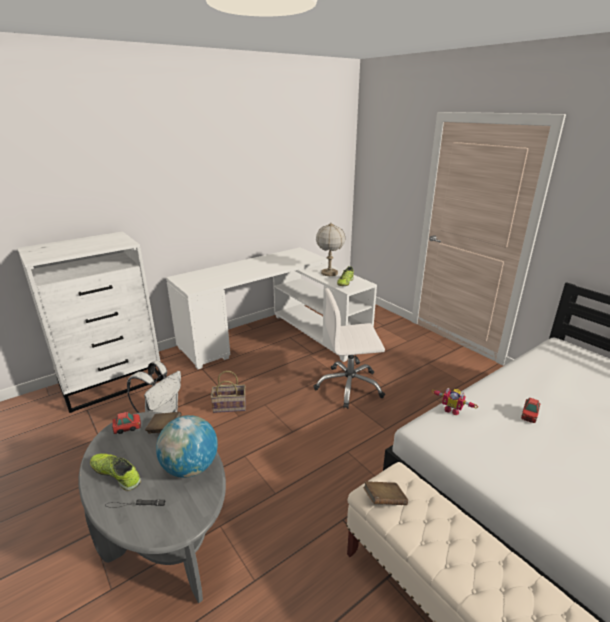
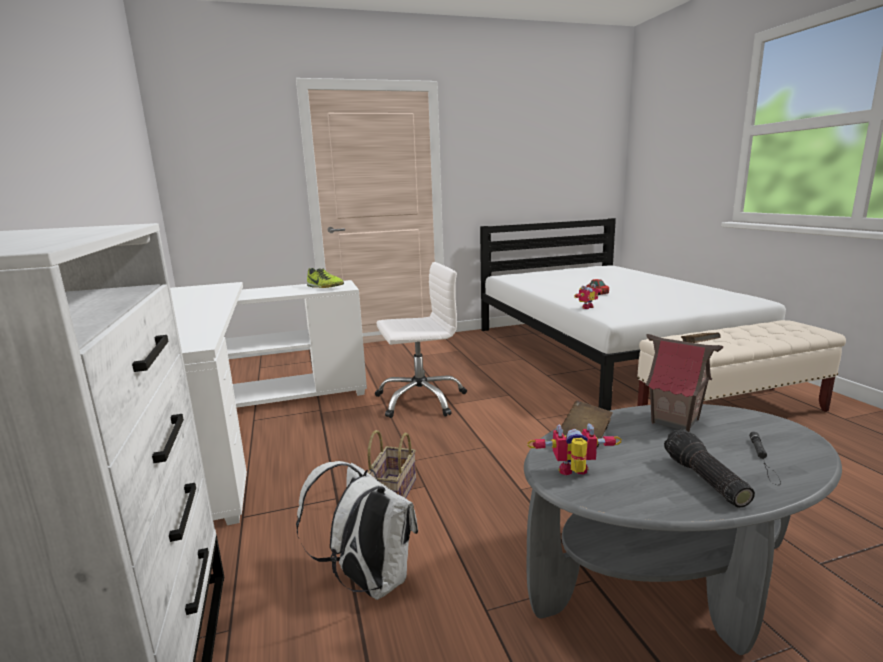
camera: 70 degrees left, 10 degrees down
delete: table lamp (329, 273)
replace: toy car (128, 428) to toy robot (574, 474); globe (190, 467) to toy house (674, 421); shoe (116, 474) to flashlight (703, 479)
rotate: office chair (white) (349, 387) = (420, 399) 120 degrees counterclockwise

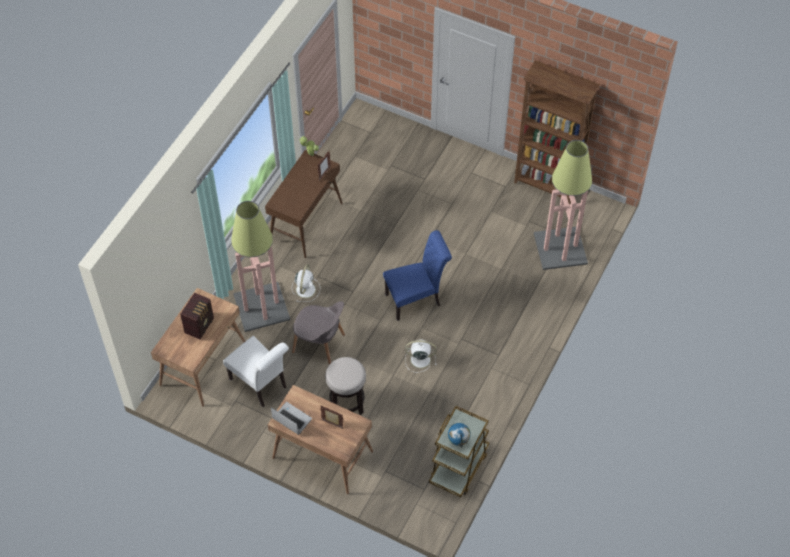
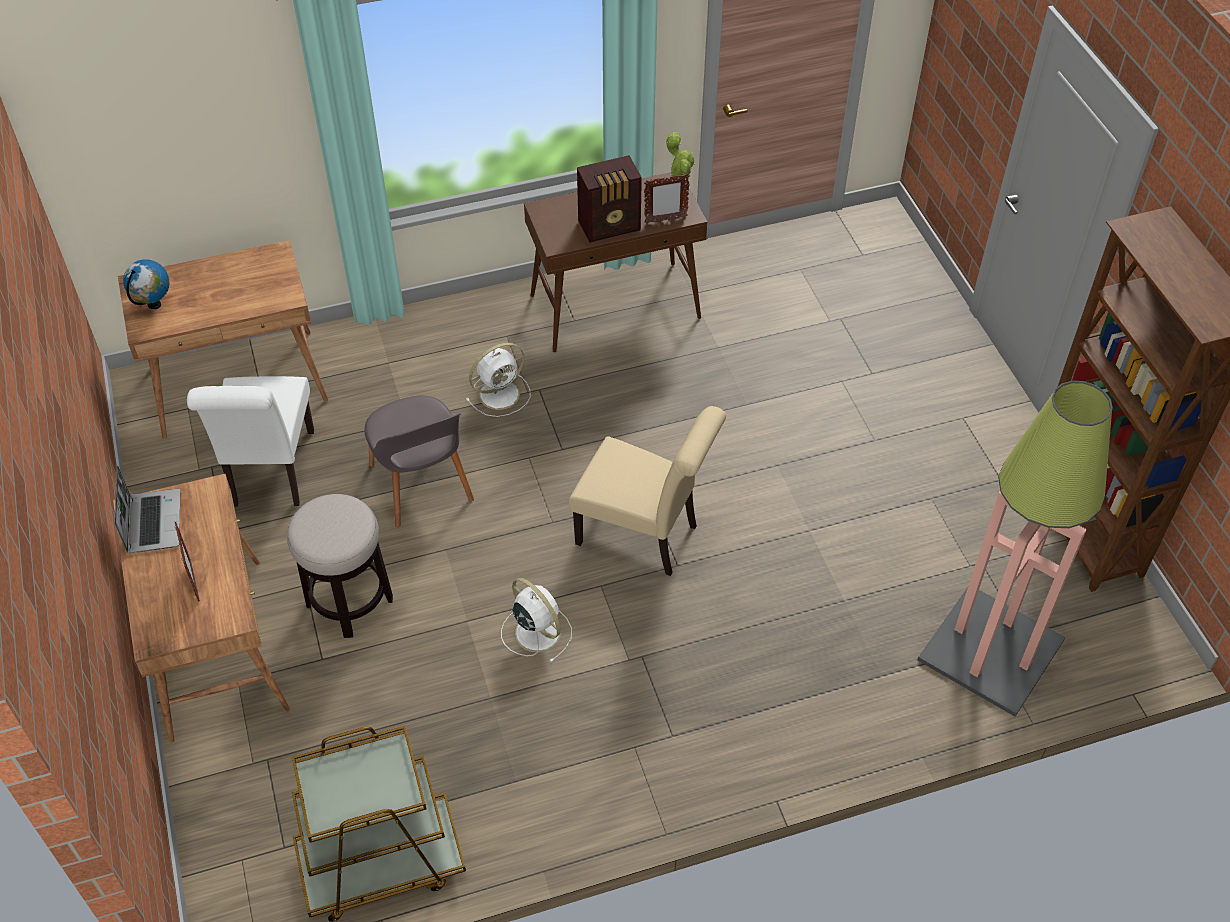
camera: 45 degrees right, 5 degrees down
delete: floor lamp (260, 306)
move: globe (458, 442) to (154, 305); radio (200, 325) to (611, 226)
recolor: chair (blue) (416, 299) to chair (beige) (644, 536)

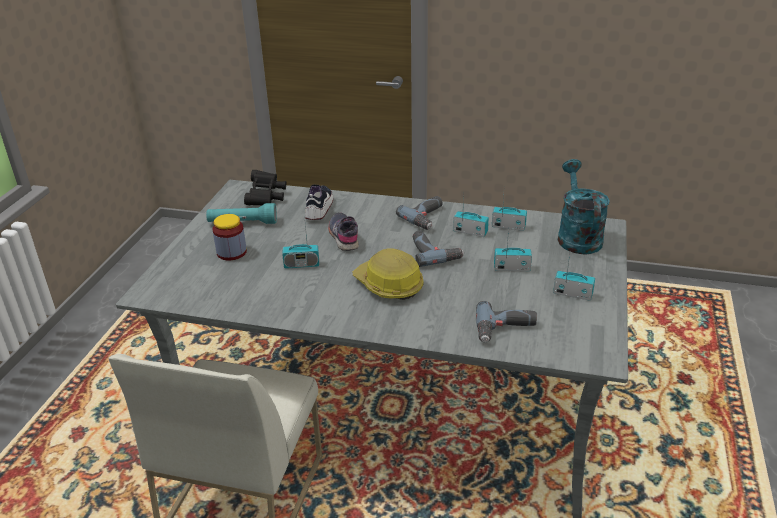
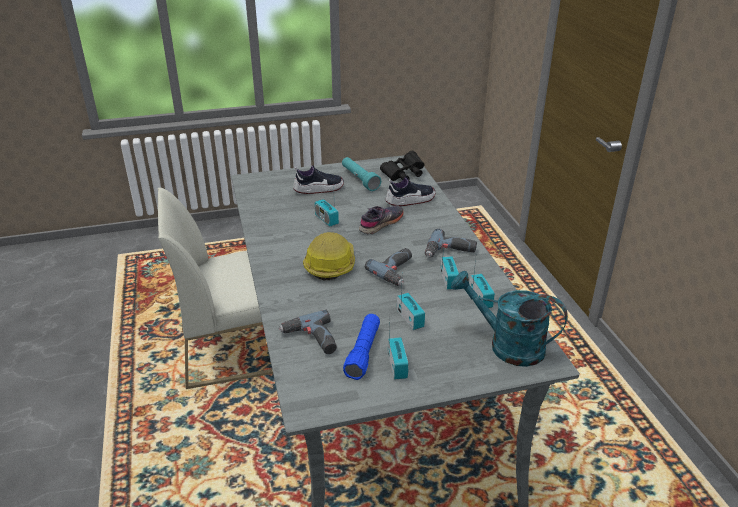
camera: 60 degrees right, 0 degrees up
insert: flashlight (blue) (363, 352)
replace: jar (231, 252) to shoe (318, 189)
rotate: watering can (turquoise) (577, 236) = (507, 345) 120 degrees counterclockwise

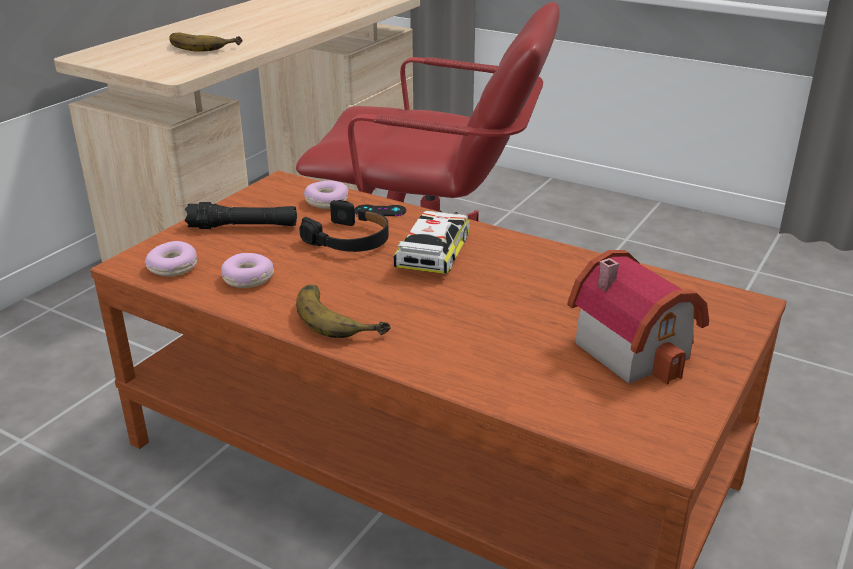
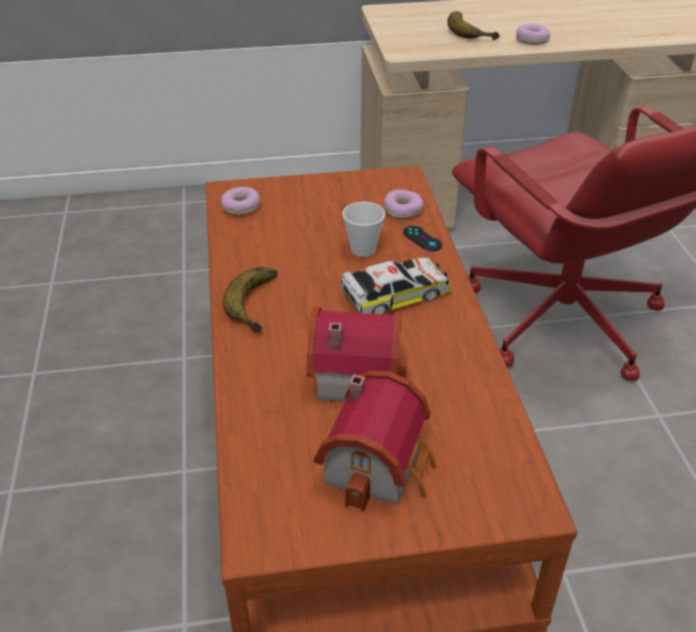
camera: 50 degrees right, 10 degrees up
delete: flashlight (black) (243, 227)
insert: toy house (353, 373)
move: donut (248, 279) to (531, 40)
replace: headphones (black) (349, 239) to cup (363, 249)

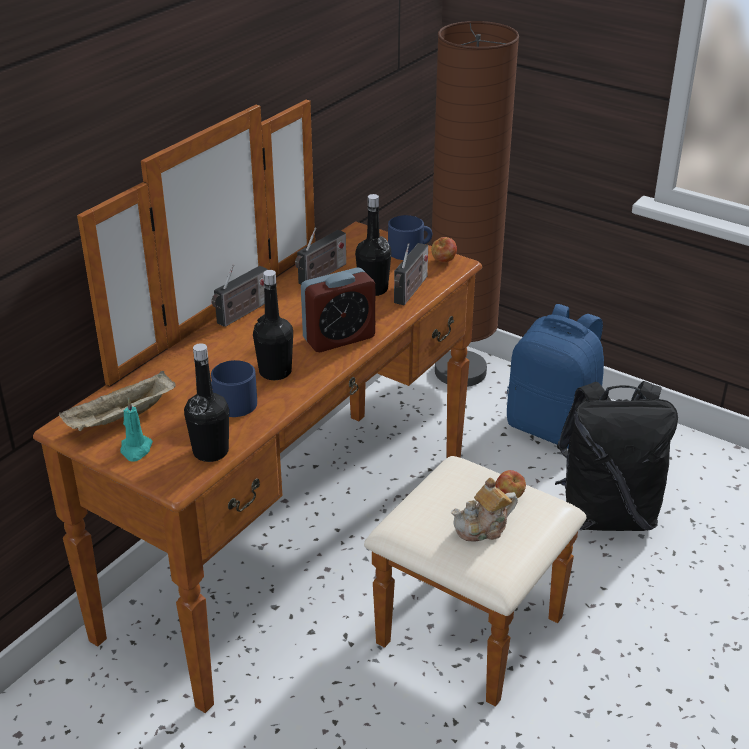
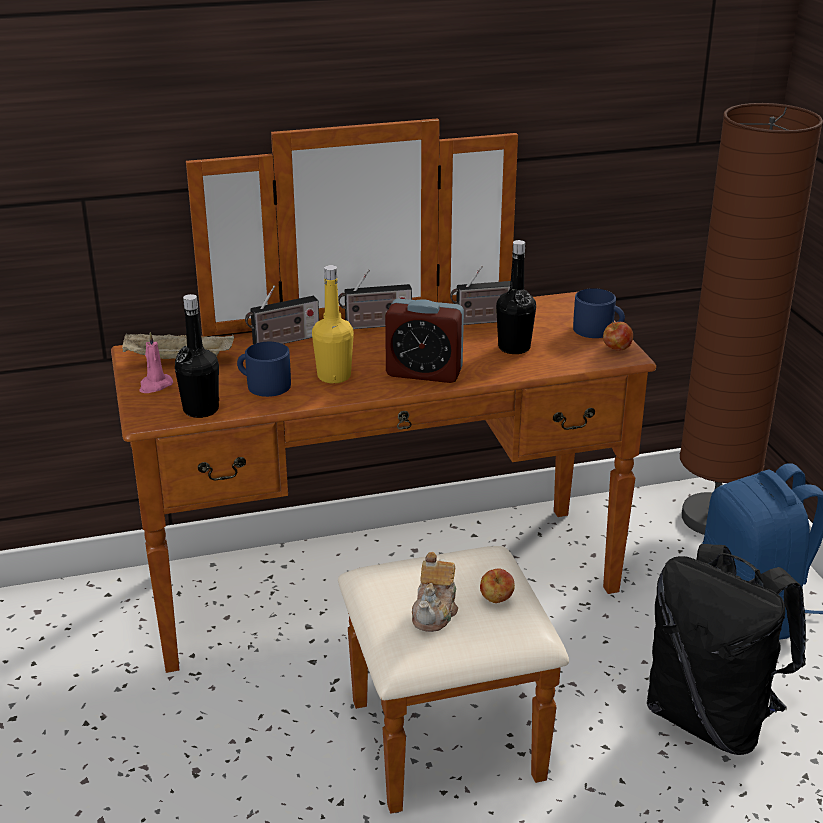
camera: 40 degrees right, 5 degrees down
move: radio (410, 291) to (283, 341)
recolor: candle (turquoise) (136, 449) to candle (pink) (155, 385); bottle (black) (275, 372) to bottle (yellow) (334, 376)
rotate: teapot (483, 528) = (435, 612) 90 degrees counterclockwise

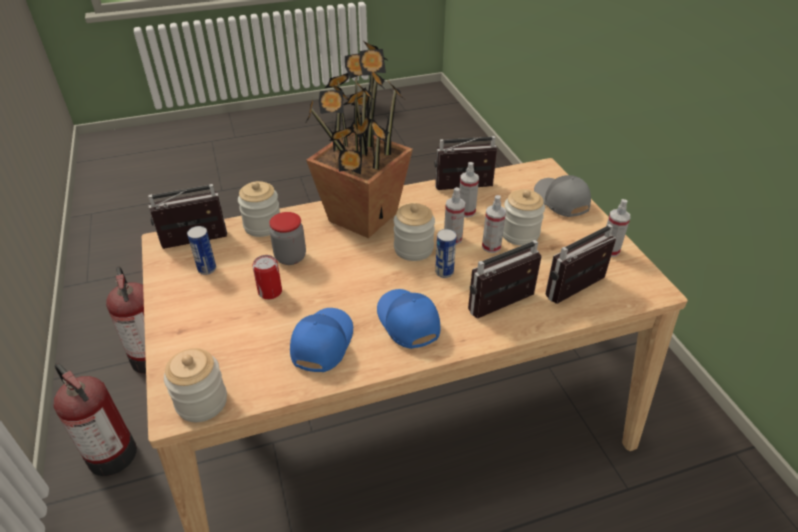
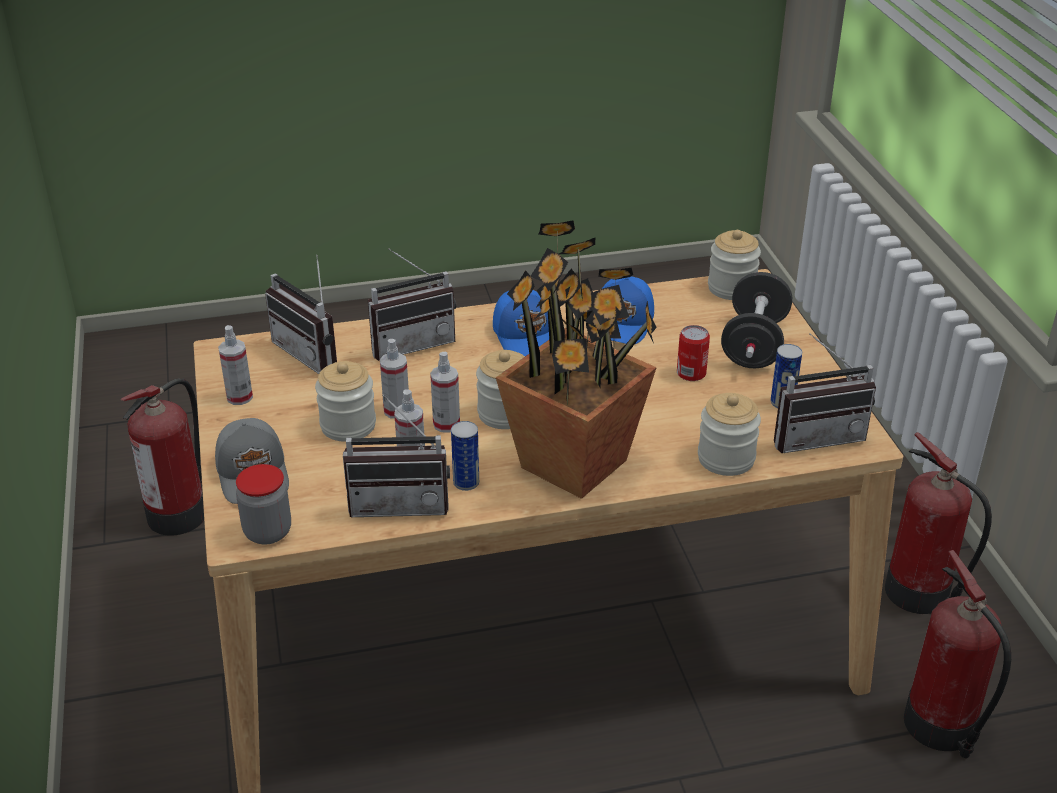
camera: 175 degrees left, 5 degrees down
insert: fire extinguisher (179, 513); dumbbell (black) (754, 344)
move: jar (290, 257) to (268, 532); can (444, 272) to (466, 483)
rotate: radio (580, 293) = (314, 353) 75 degrees clockwise

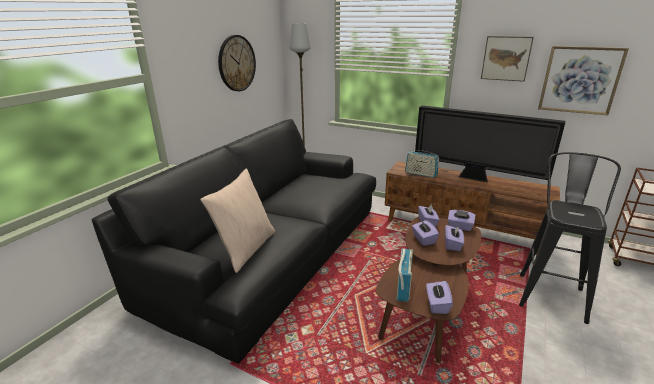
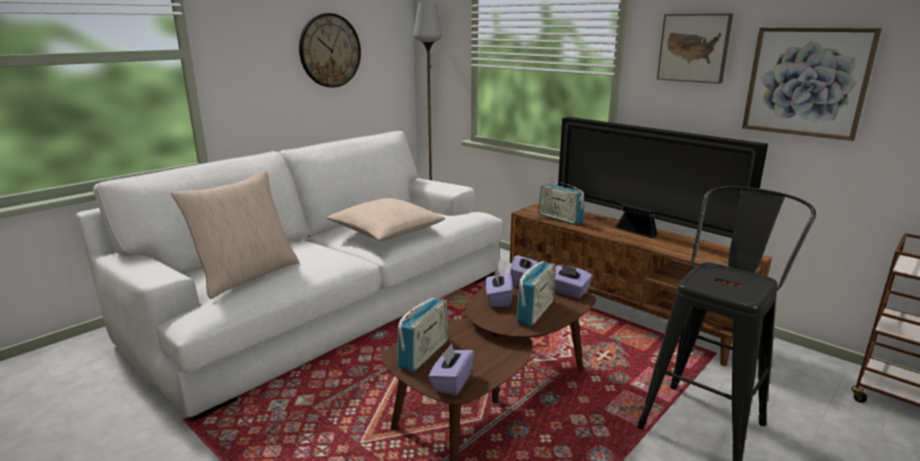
camera: 15 degrees right, 5 degrees down
insert: pillow (beige) (387, 231)
replace: tissue box (purple) (452, 244) to radio (535, 312)
recolor: sofa (black) (270, 252) to sofa (white) (327, 303)

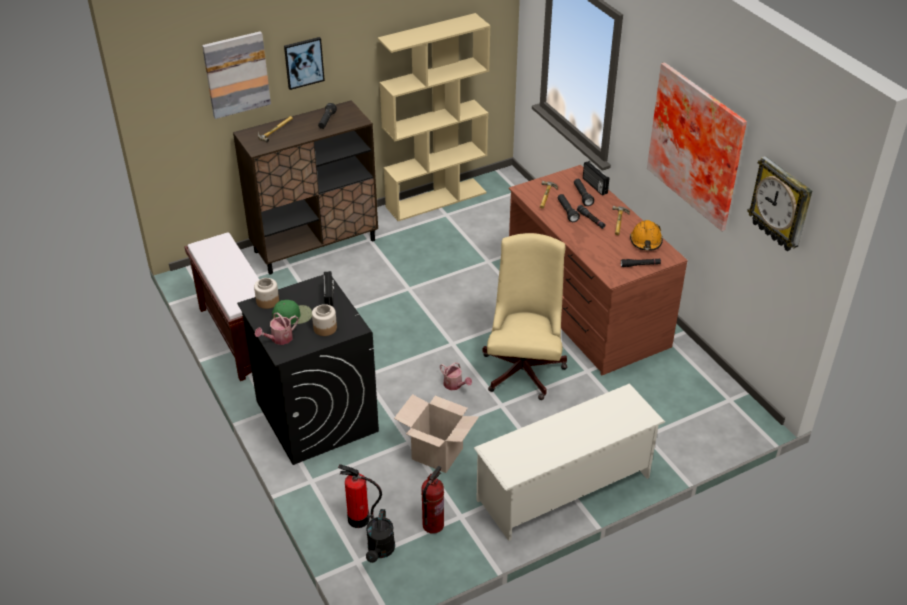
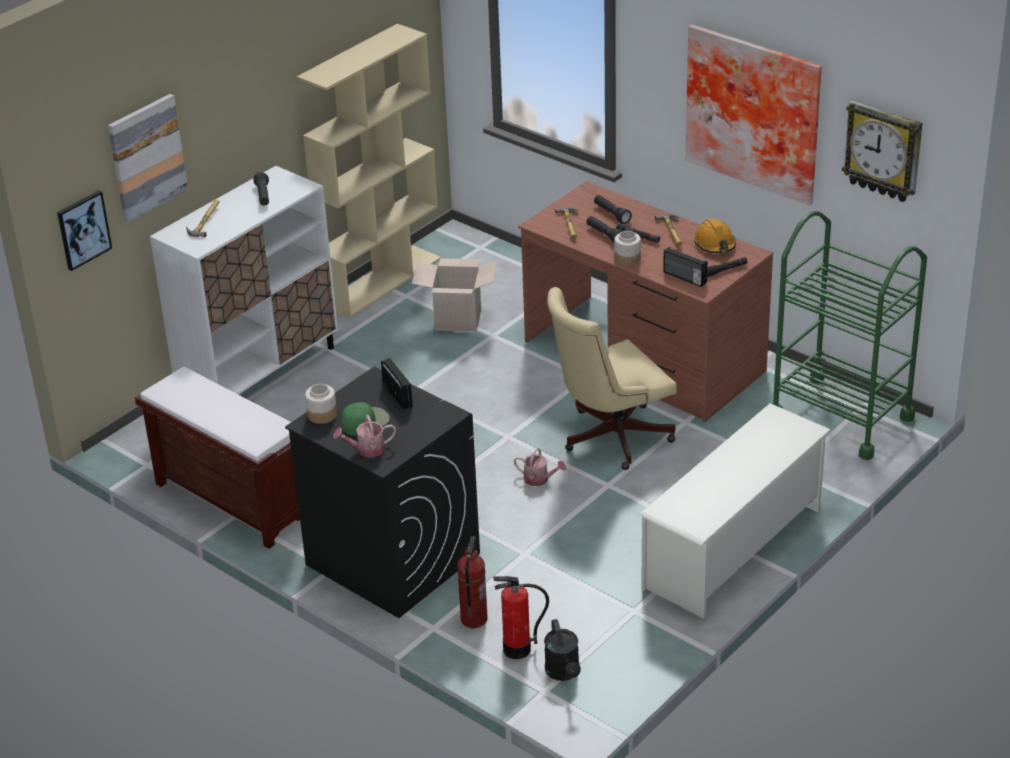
camera: 20 degrees left, 5 degrees down
insert: cart (green) (841, 417)
move: picture (303, 62) to (83, 229); cardboard box (437, 453) to (458, 319); fire extinguisher (432, 525) to (473, 619); jar (325, 328) to (627, 259); radio (594, 186) to (684, 278)
recolor: cabinet (brown) (315, 245) to cabinet (white) (260, 373)
rotate: watering can (279, 339) = (367, 450) 45 degrees clockwise; office chair (beige) (524, 366) = (609, 437) 105 degrees counterclockwise

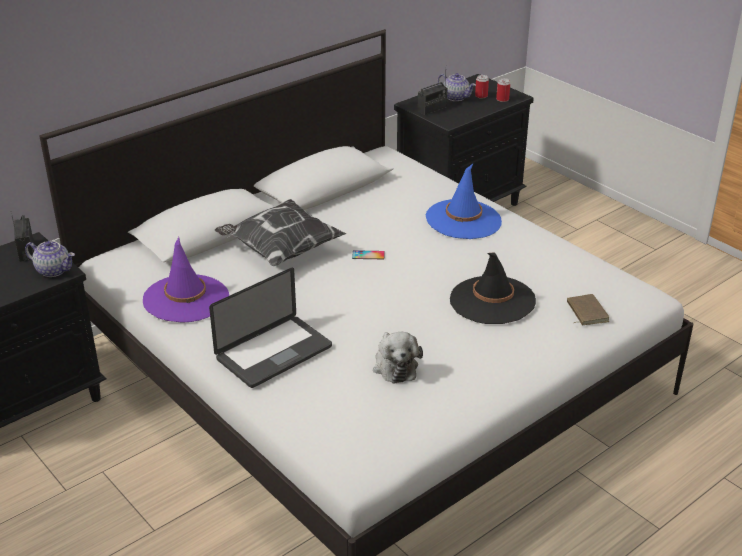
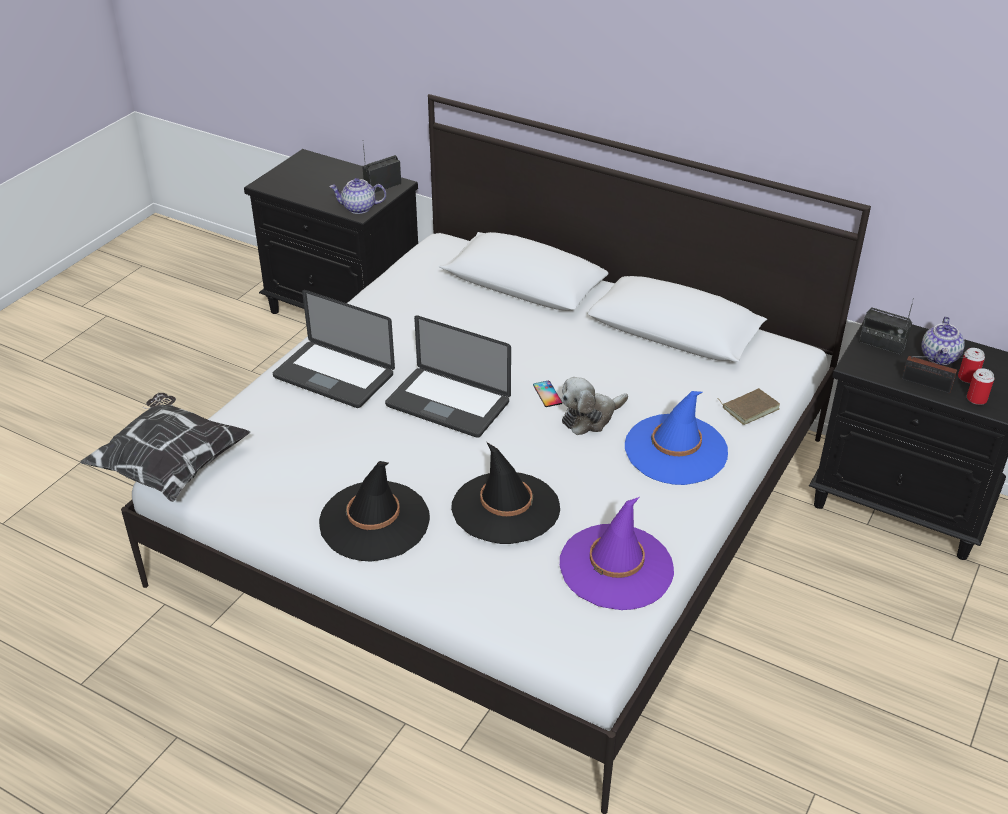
camera: 70 degrees right, 5 degrees up
insert: hat (black) (374, 521); laptop (448, 404); radio (929, 385)
move: pillow (280, 250) to (171, 466); hat (purple) (186, 299) to (616, 567); plush toy (394, 365) to (590, 417); book (brown) (585, 312) to (749, 408)
rotate: teapot (54, 270) = (358, 208) 90 degrees clockwise

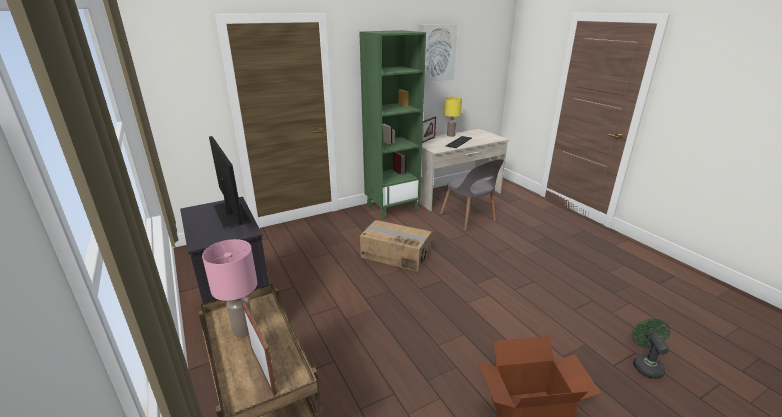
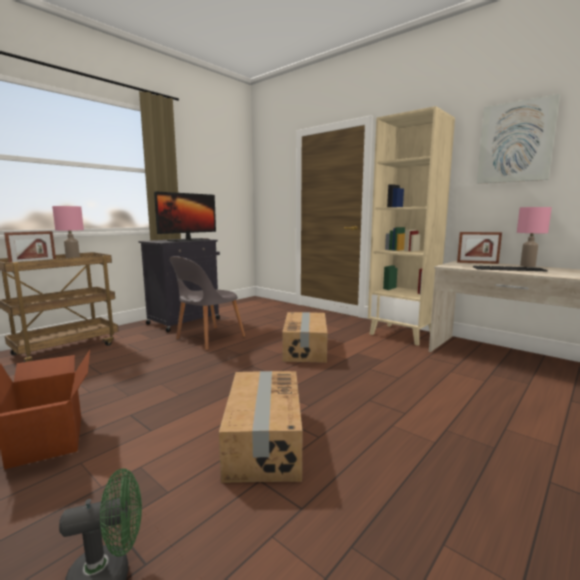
camera: 70 degrees right, 15 degrees down
insert: cardboard box (263, 441)
move: chair (grey) (469, 218) to (208, 339)
recolor: bookcase (green) (392, 208) to bookcase (beige) (402, 334); table lamp (yellow) (450, 135) to table lamp (pink) (527, 266)

